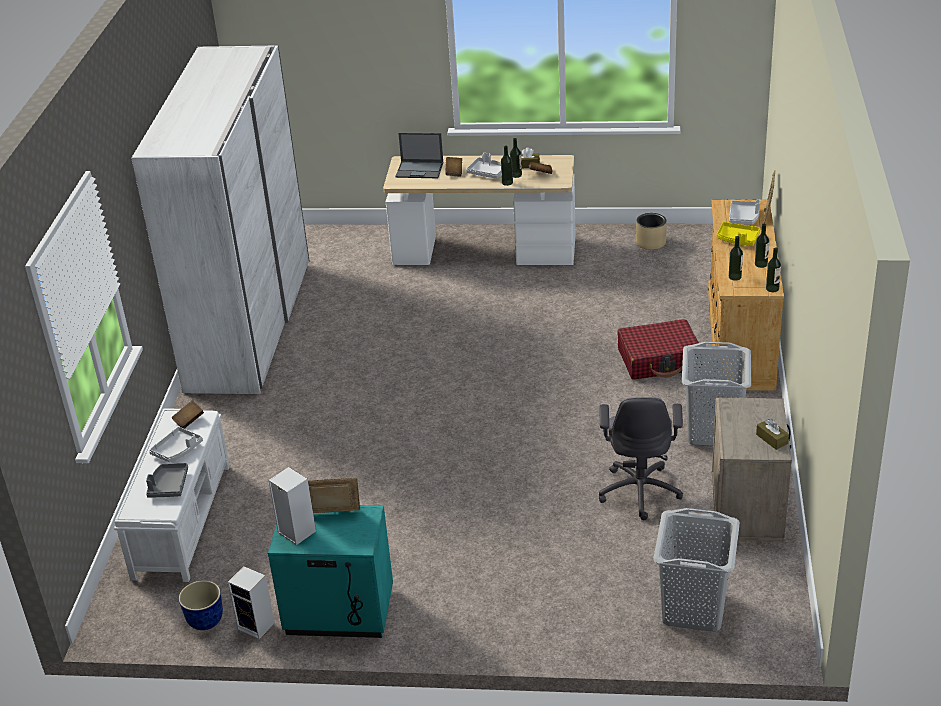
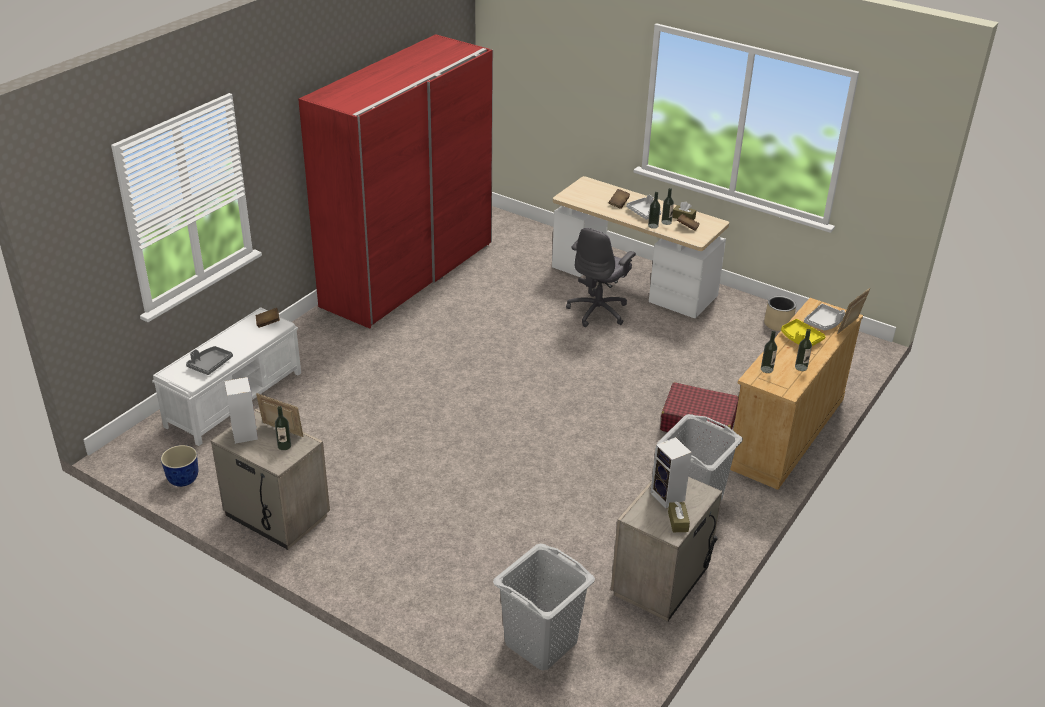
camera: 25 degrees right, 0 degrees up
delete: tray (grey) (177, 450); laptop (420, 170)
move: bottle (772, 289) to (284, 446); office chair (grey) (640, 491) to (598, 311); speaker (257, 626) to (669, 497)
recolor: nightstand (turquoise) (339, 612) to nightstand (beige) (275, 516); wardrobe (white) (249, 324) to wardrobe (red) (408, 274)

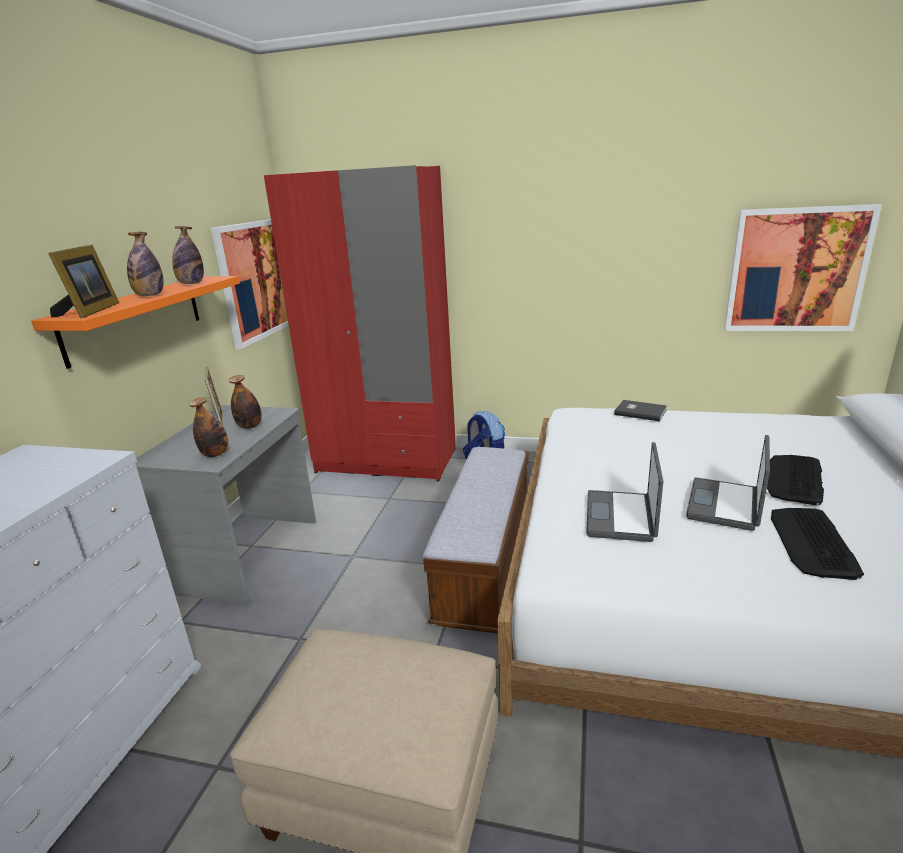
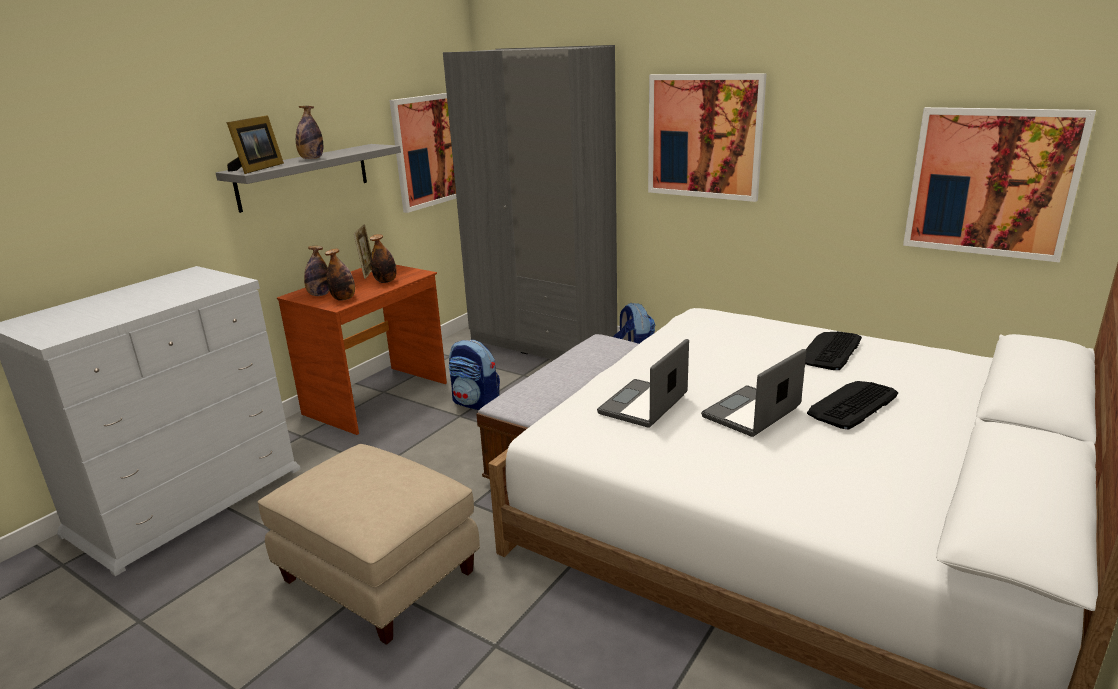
camera: 20 degrees right, 0 degrees up
delete: book (grey) (640, 411)
insert: backpack (476, 403); picture (704, 136)
move: bottle (191, 283) to (319, 295); keyboard (812, 542) to (830, 351)
recolor: shelf (orange) (135, 318) to shelf (grey) (304, 176); desk (grey) (248, 555) to desk (brown) (377, 399); wardrobe (red) (387, 460) to wardrobe (grey) (543, 342)

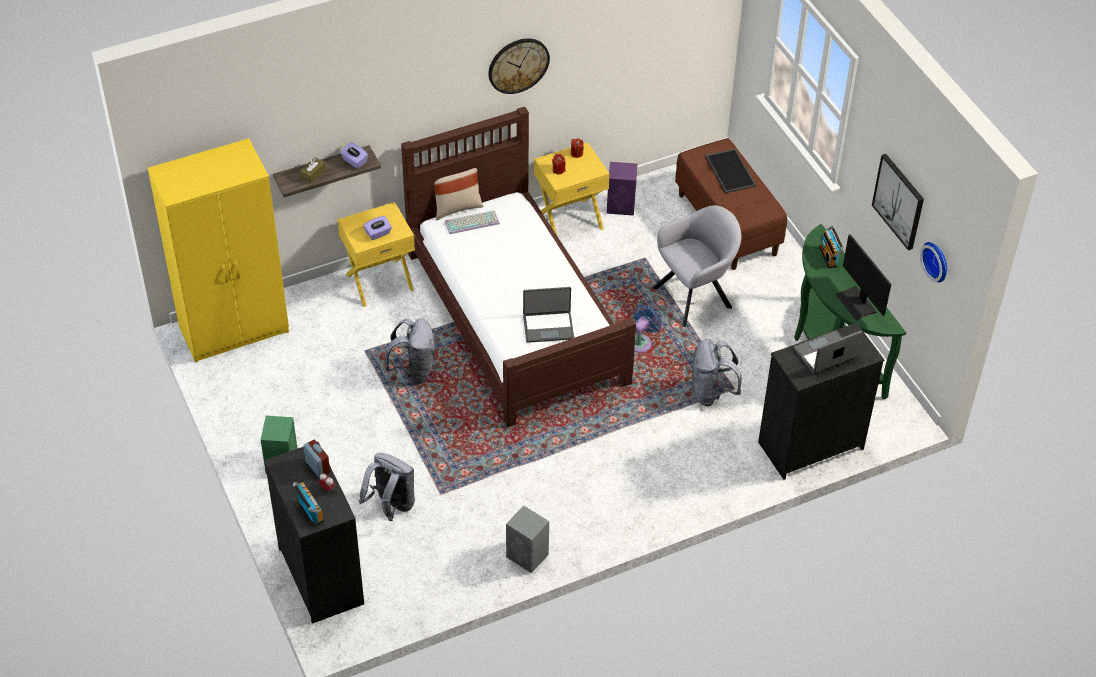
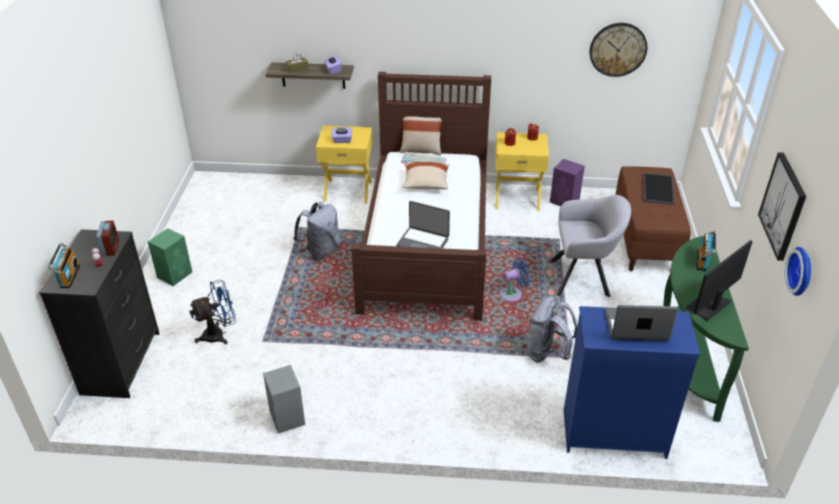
camera: 30 degrees right, 10 degrees down
delete: wardrobe (yellow) (235, 330)
insert: pillow (beige) (426, 184)
move: wall clock (518, 65) to (618, 49)
replace: backpack (grey) (391, 506) to fan (blue) (219, 334)
recolor: dresser (black) (810, 445) to dresser (blue) (613, 433)
rotate: monitor (857, 303) = (708, 305) 45 degrees clockwise

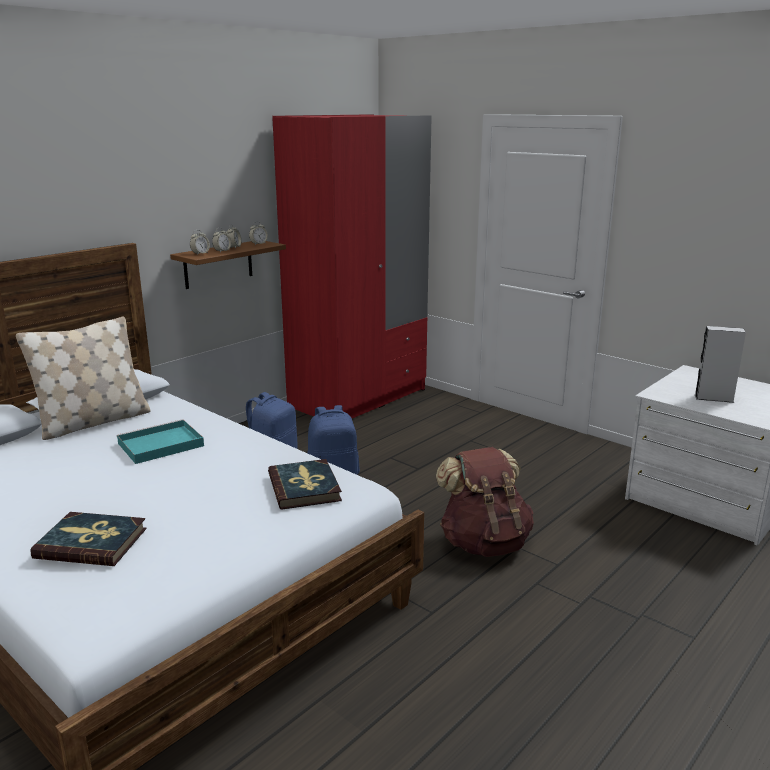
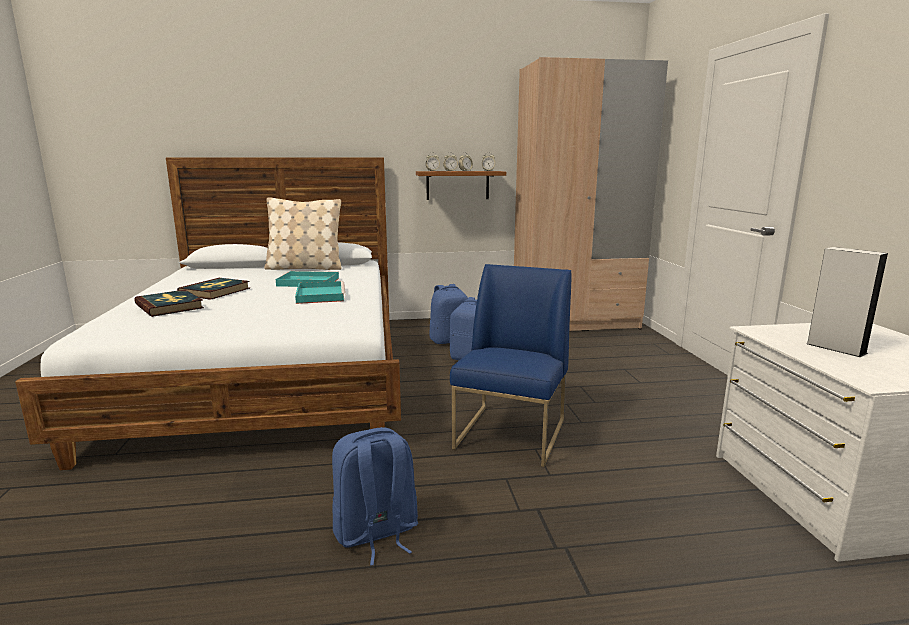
camera: 40 degrees right, 5 degrees down
insert: tray (turquoise) (320, 295); backpack (blue) (376, 533)
move: book (304, 487) to (215, 291)
replace: backpack (brown) (484, 543) to chair (blue) (511, 435)
recolor: wardrobe (red) (358, 398) to wardrobe (beige) (574, 322)

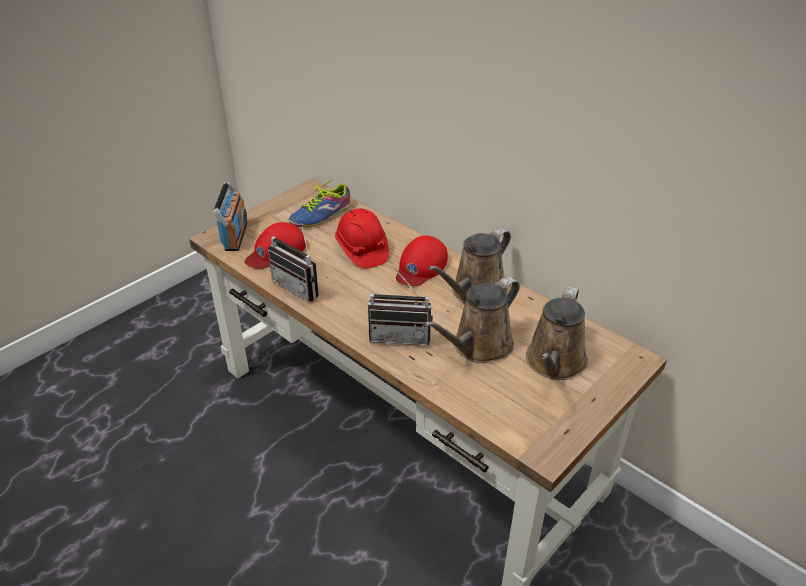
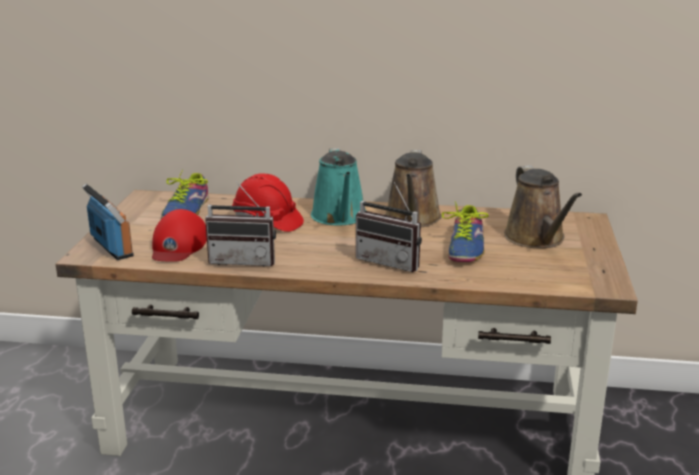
camera: 35 degrees left, 15 degrees down
replace: cap (red) (420, 266) to watering can (turquoise) (340, 217); watering can (brown) (478, 346) to shoe (466, 248)
rotate: radio (401, 335) = (391, 261) 60 degrees clockwise

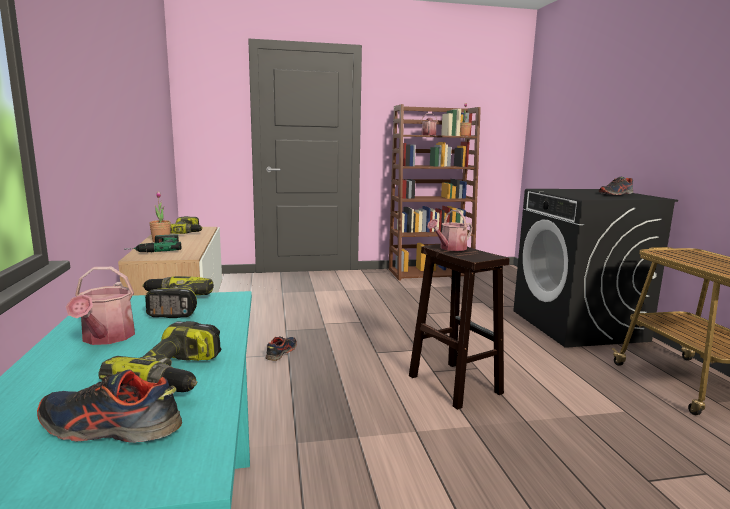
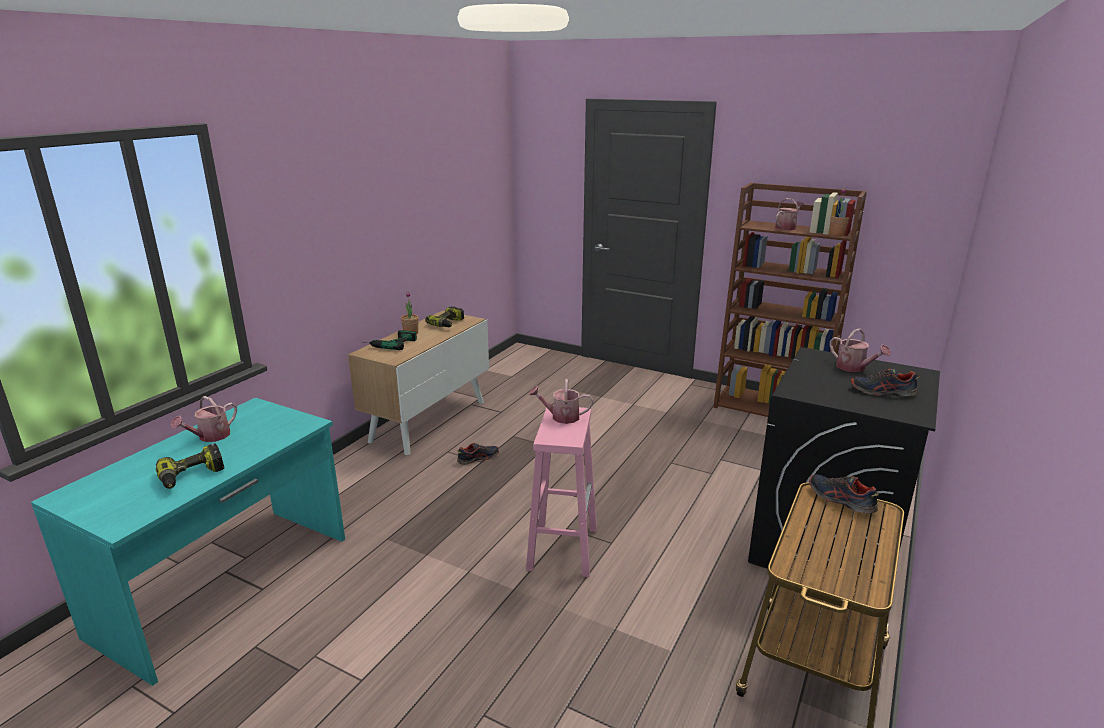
camera: 40 degrees right, 10 degrees up
delete: power drill (172, 306)
insert: watering can (854, 368)
move: shoe (109, 428) to (840, 500)
recolor: stool (brown) (453, 384) to stool (pink) (562, 547)

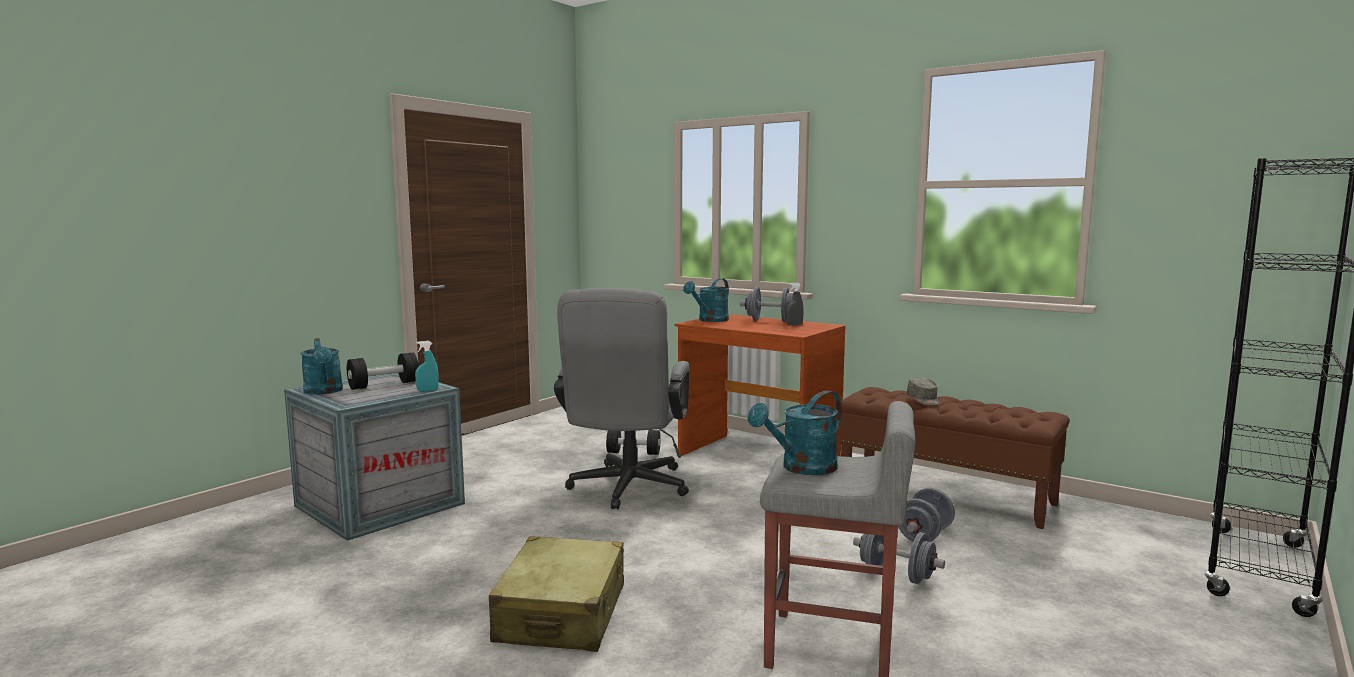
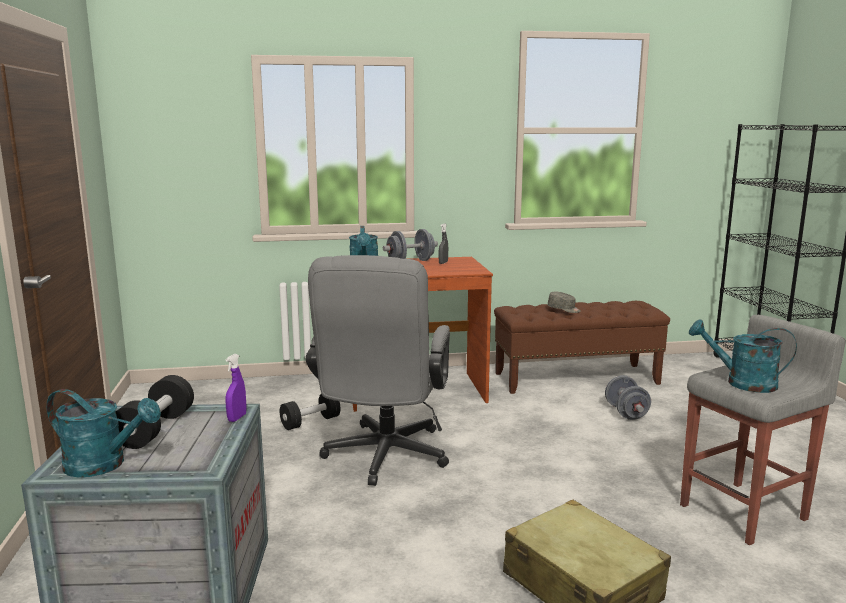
camera: 45 degrees left, 5 degrees up
delete: dumbbell (grey) (896, 575)
recolor: spray bottle (turquoise) (427, 390) to spray bottle (purple) (237, 418)
rotate: office chair (grey) (626, 490) = (383, 459) 45 degrees clockwise; watering can (turquoise) (802, 468) = (741, 383) 105 degrees clockwise

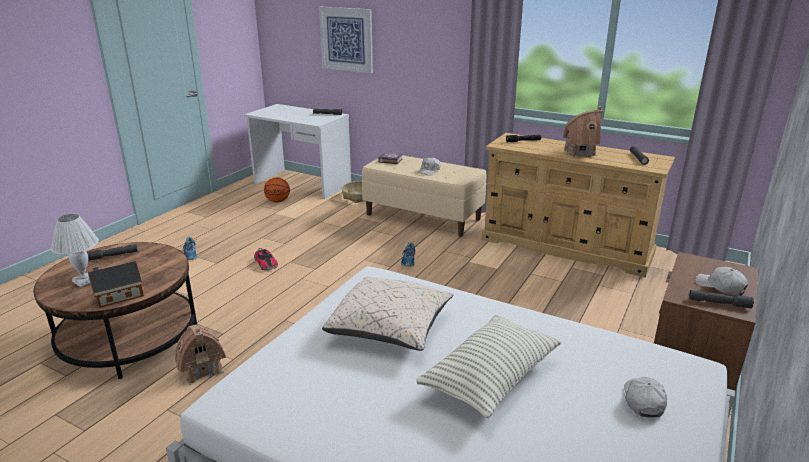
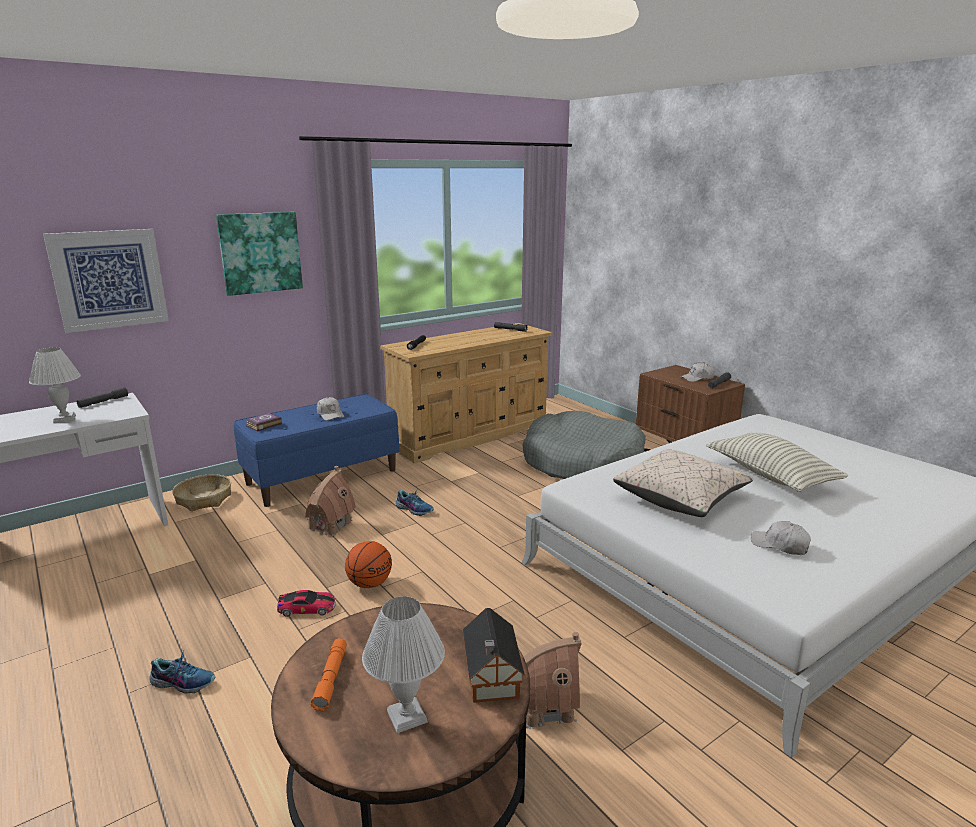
camera: 65 degrees left, 5 degrees down
insert: table lamp (white) (65, 419); picture (260, 252); dog bed (grey) (583, 463)
move: toy house (579, 152) to (330, 525); basketball (278, 201) to (370, 583); cap (white) (643, 401) to (780, 545)
recolor: bench (beige) (423, 217) to bench (blue) (322, 476); flashlight (grey) (113, 256) to flashlight (orange) (331, 678)

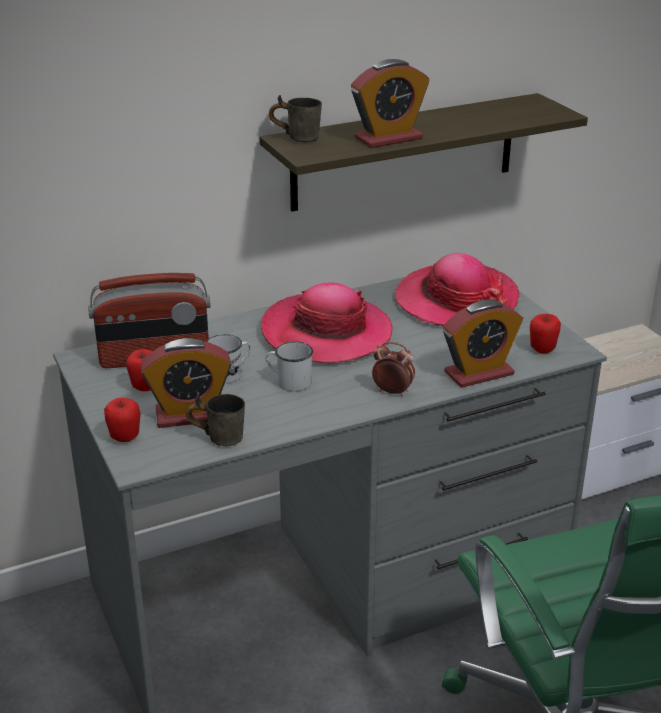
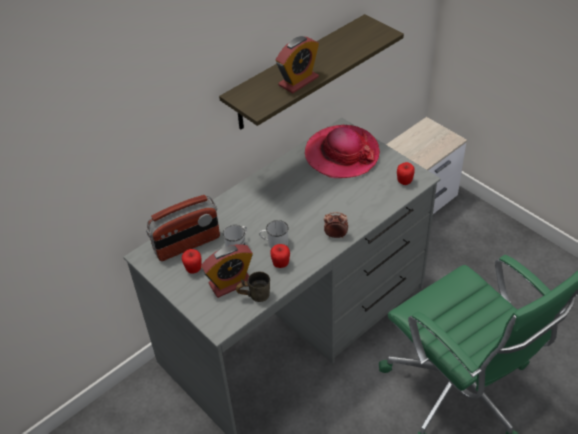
camera: 15 degrees left, 15 degrees up
delete: hat (326, 333); mug (grey) (297, 137); alarm clock (479, 373)
move: apple (125, 438) to (281, 264)

